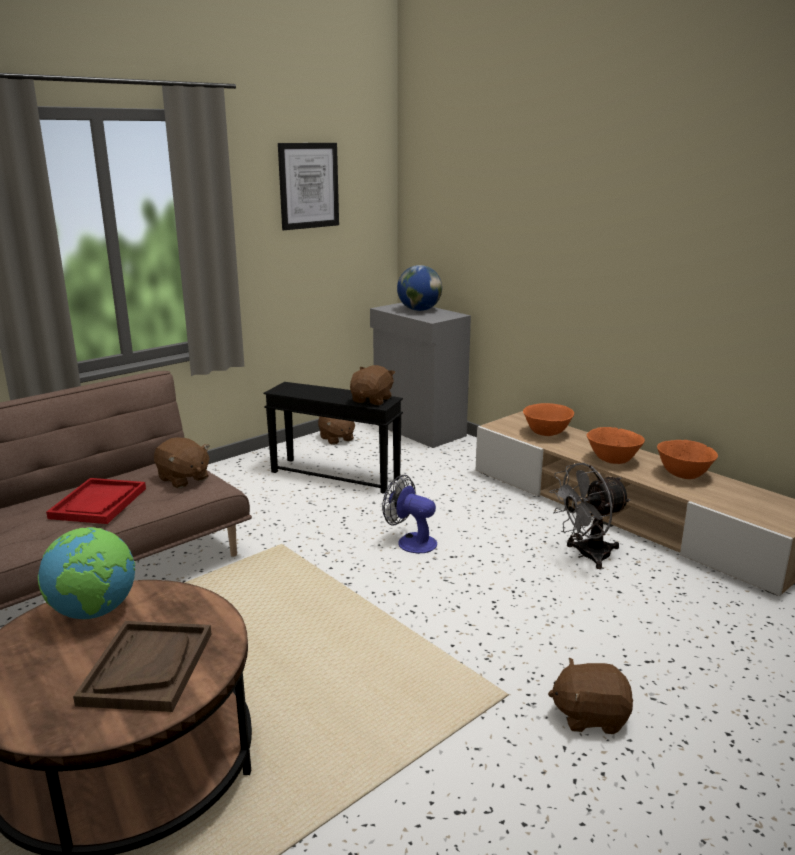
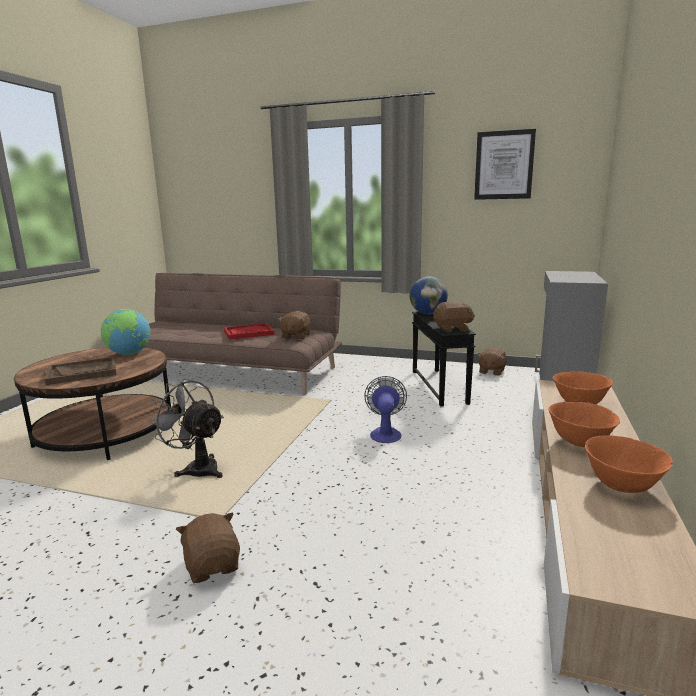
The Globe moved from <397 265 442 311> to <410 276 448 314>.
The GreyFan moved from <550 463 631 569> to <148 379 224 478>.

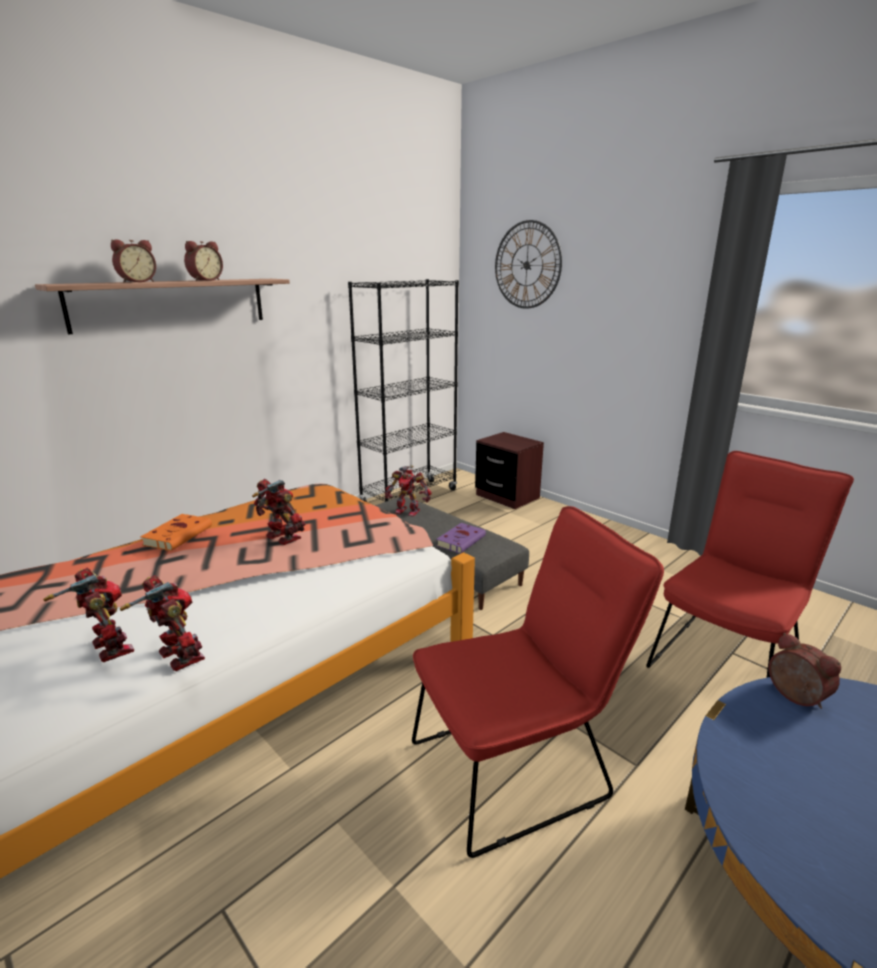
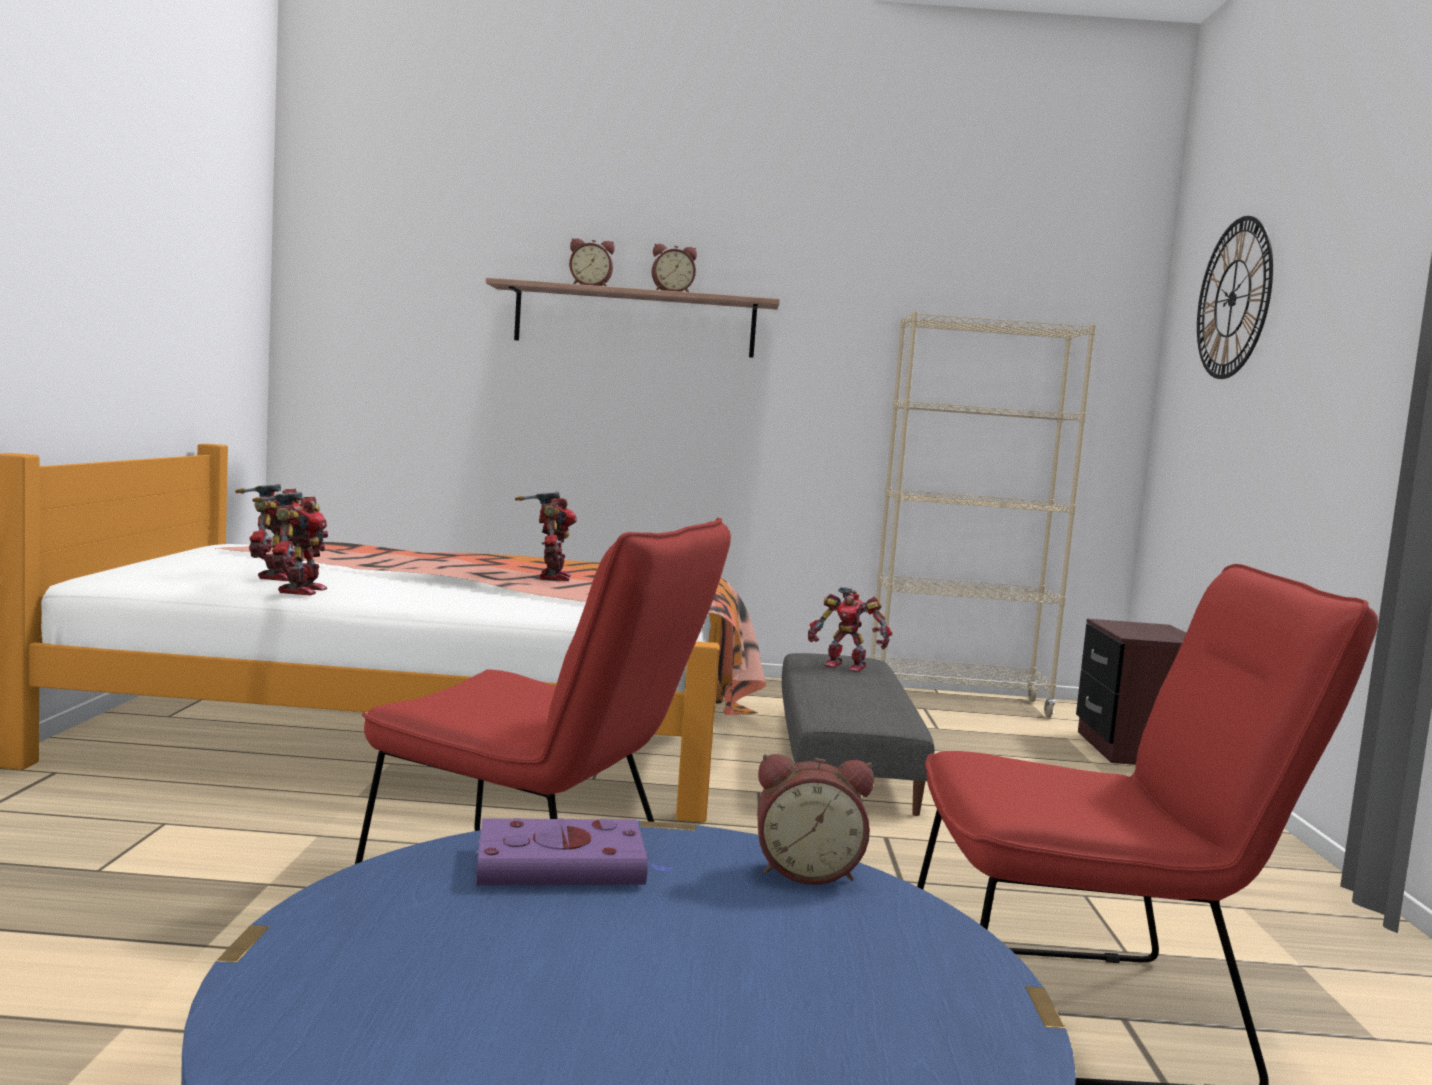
The OrangeBook at <140 514 212 551> disappeared.
The PurpleBook moved from <436 523 486 554> to <474 818 674 885>.
The BlackBookcase at <348 279 459 502> became the BeigeBookcase at <870 311 1096 718>.
The ToyRobot at <385 465 432 517> turned 45 degrees counterclockwise.
The AlarmClock at <769 633 841 709> turned 75 degrees clockwise.

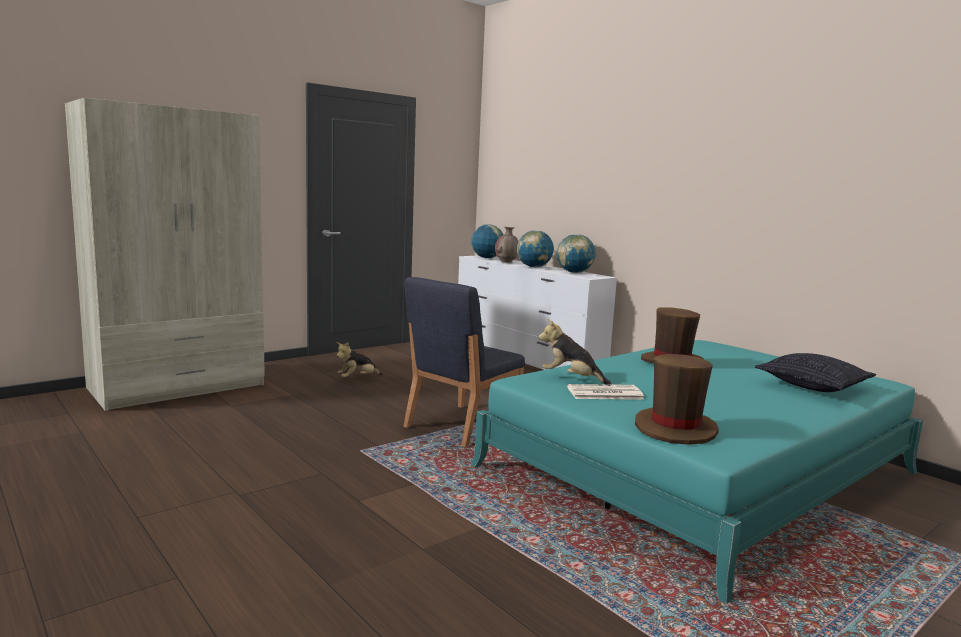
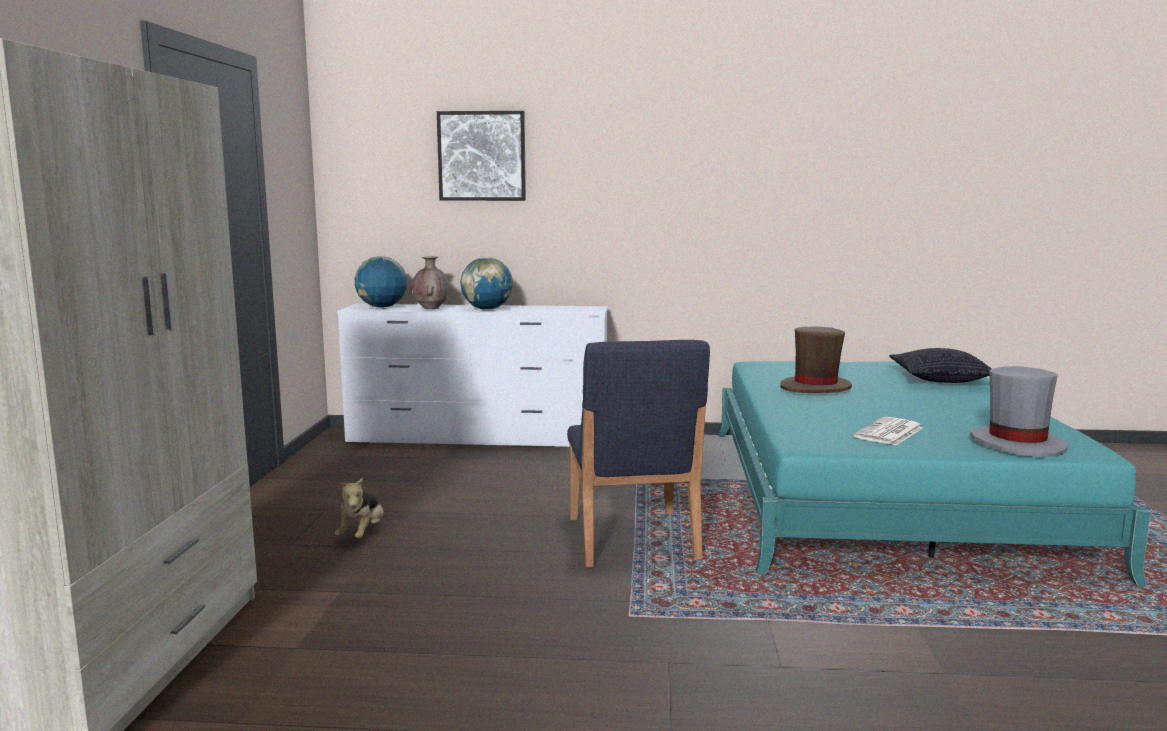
The PlushToy at <538 319 612 385> disappeared.
The Globe at <557 234 596 273> disappeared.
The Picture at <437 111 526 201> appeared.
The BrownHat at <635 354 719 445> became the GreyHat at <970 366 1068 457>.

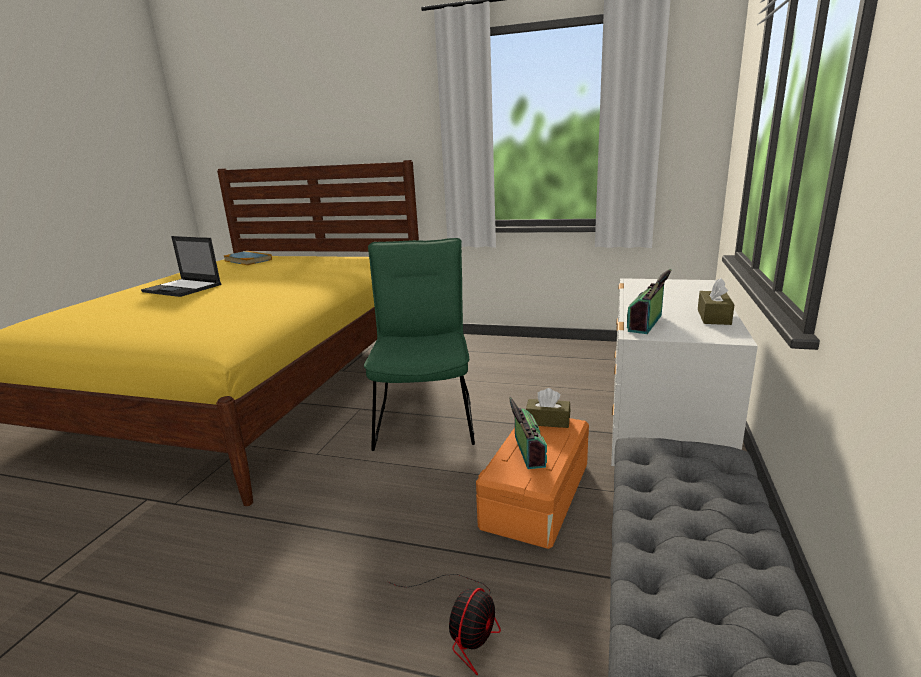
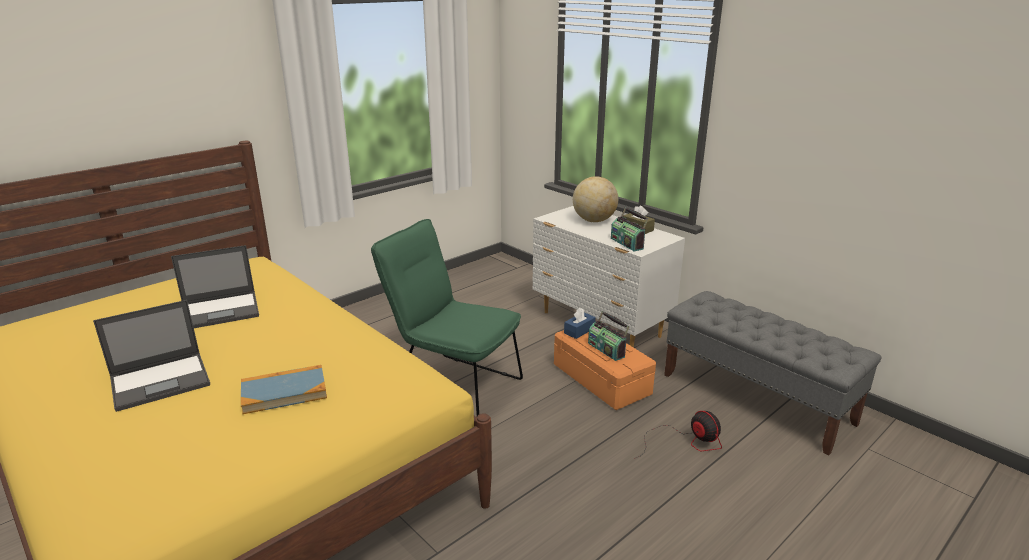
The Laptop at <171 245 259 328> appeared.
The Globe at <573 176 618 222> appeared.
The Book moved from <224 251 272 265> to <241 365 327 414>.
The BrownTissueBox at <526 388 570 428> became the BlueTissueBox at <564 308 596 339>.
The Radio at <509 397 547 469> turned 150 degrees counterclockwise.

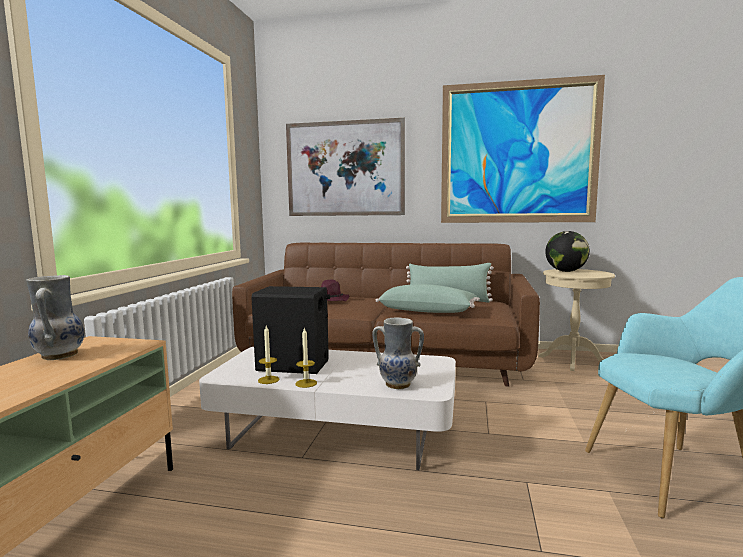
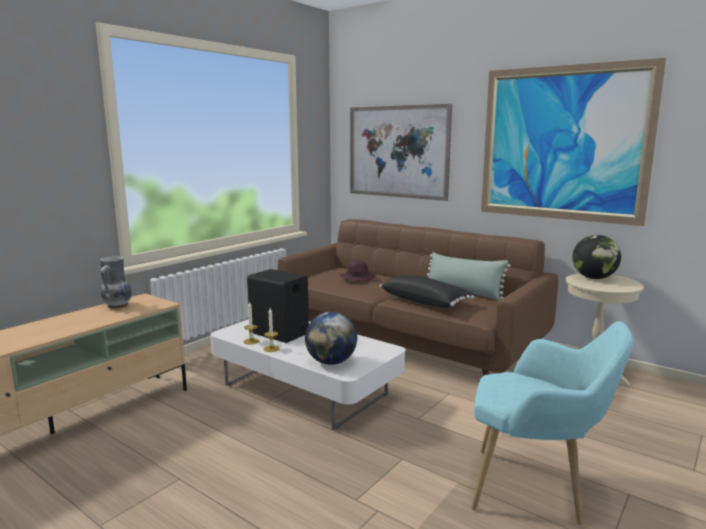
The Vase at <372 318 424 389> was replaced by the Globe at <305 312 357 365>.
The GreenPillow at <376 284 480 313> became the BlackPillow at <379 275 475 308>.

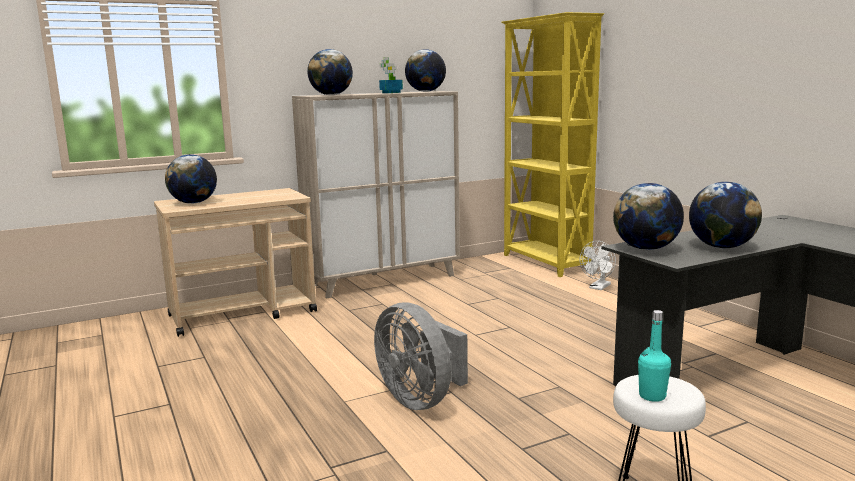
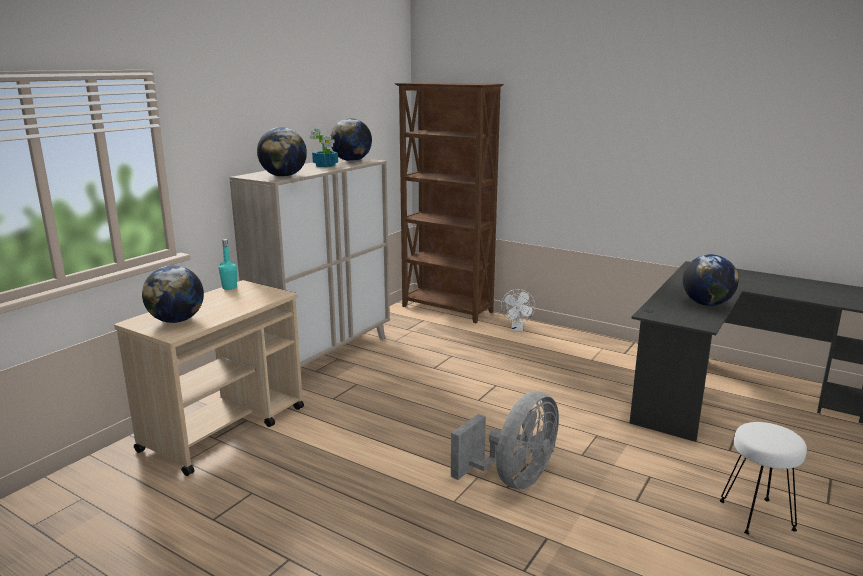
The Globe at <613 183 684 250> disappeared.
The TurquoiseBottle moved from <638 310 671 402> to <219 239 237 290>.
The YellowBookcase at <501 12 604 277> became the BrownBookcase at <395 82 504 323>.
The GreyFan at <374 302 468 410> turned 75 degrees counterclockwise.

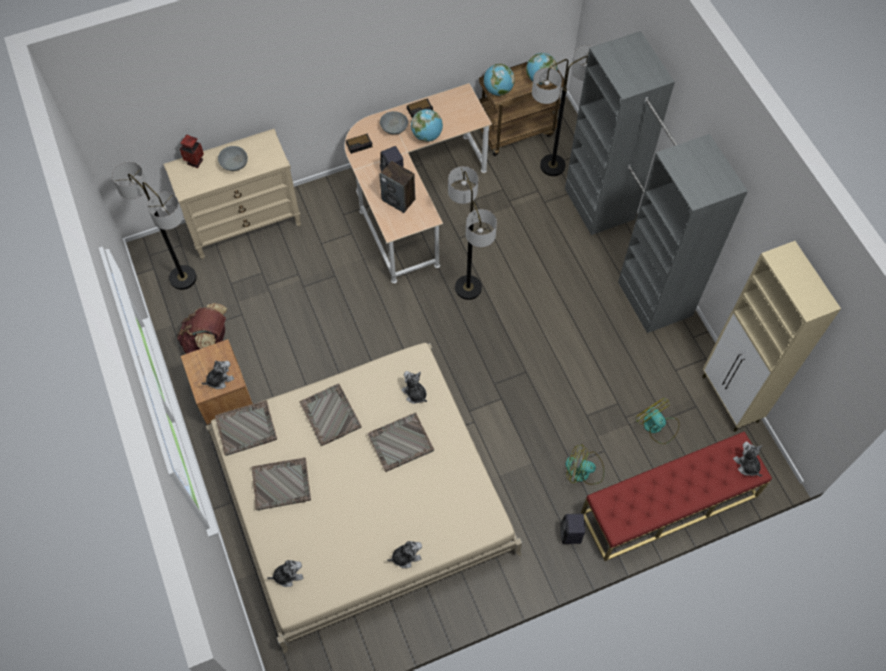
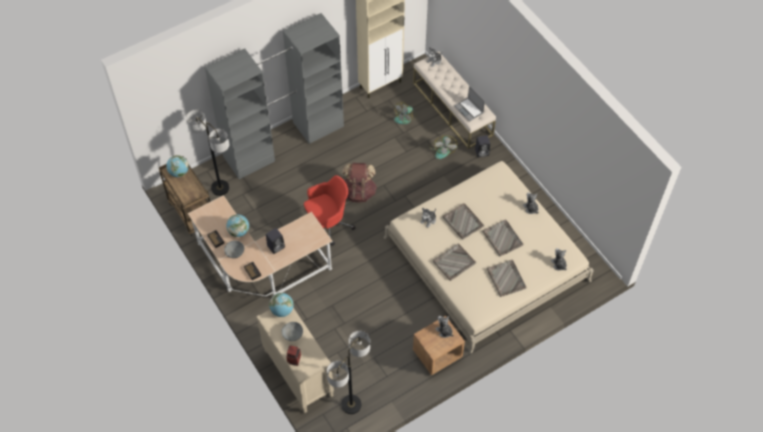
The Speaker at <379 161 415 213> disappeared.
The Laptop at <454 86 485 122> appeared.
The BrownBackpack moved from <177 303 227 354> to <342 163 377 203>.
The GreyTray moved from <215 400 277 456> to <483 220 524 256>.
The Globe moved from <484 64 515 96> to <269 293 294 317>.
The FloorLamp at <448 166 497 300> was replaced by the RedOfficeChair at <304 175 355 246>.
The RedBench at <581 431 772 561> became the BeigeBench at <413 51 496 149>.

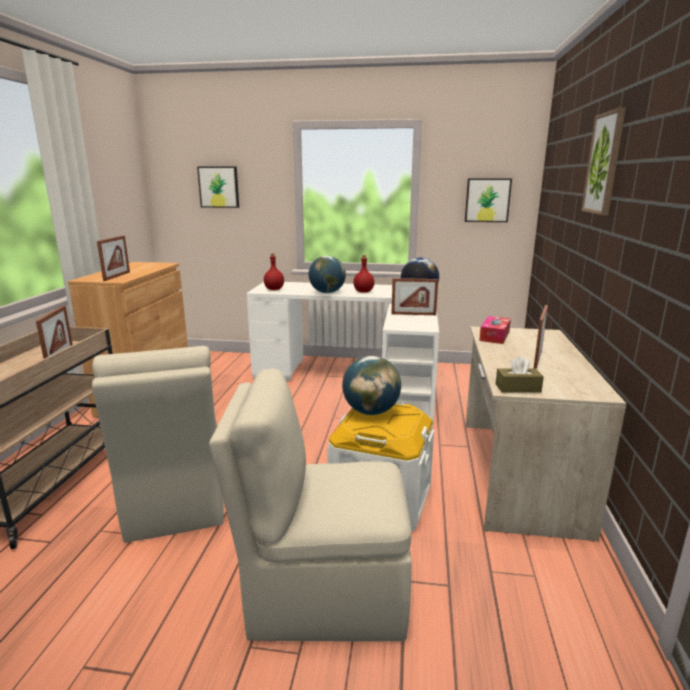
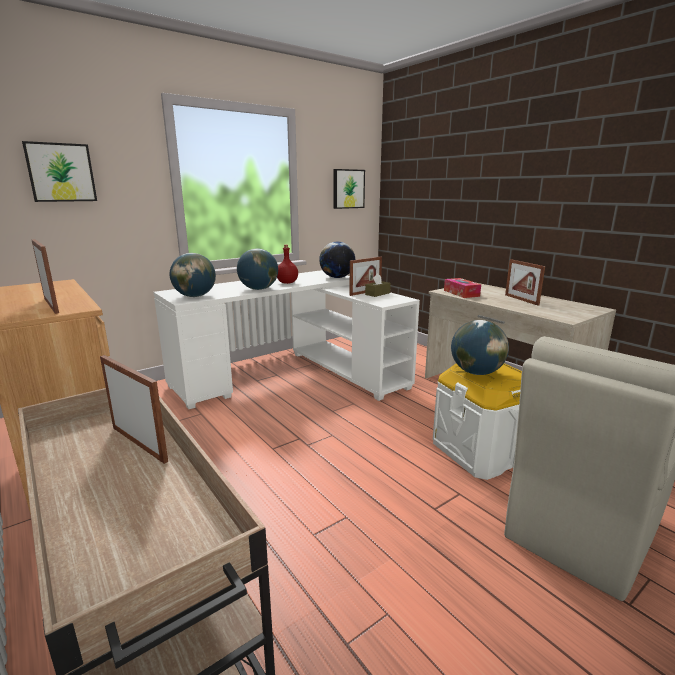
The BeigeChair at <92 346 224 543> disappeared.
The Picture at <581 107 626 215> disappeared.
The BrownTissueBox moved from <496 356 544 393> to <365 273 391 297>.
The RedBottle at <264 253 284 290> was replaced by the Globe at <170 253 216 297>.

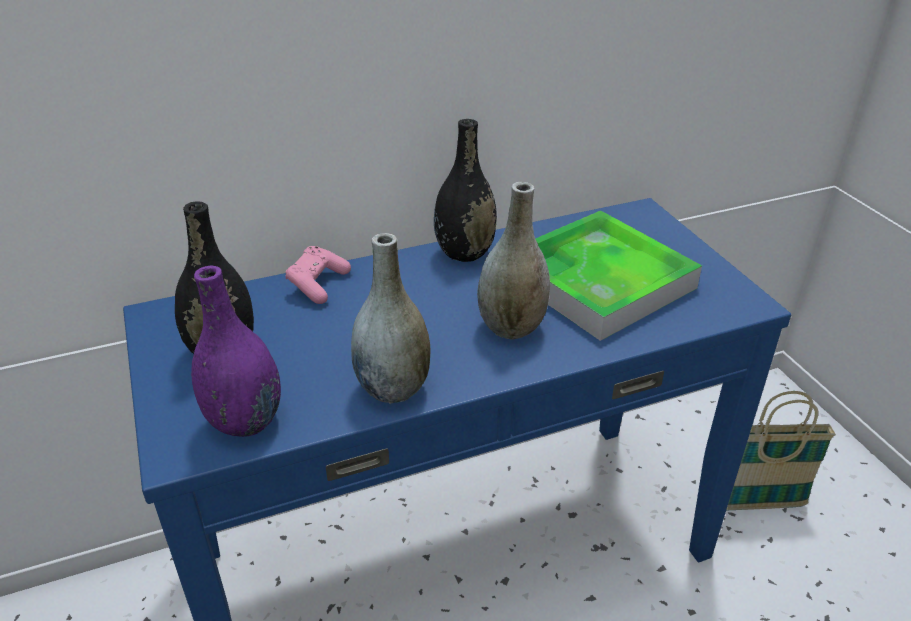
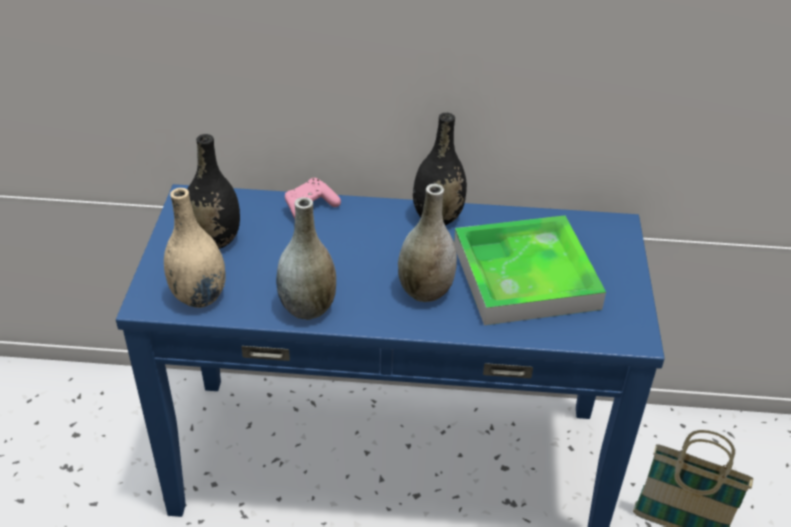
The PurpleVase at <191 265 281 437> became the BeigeVase at <164 188 226 308>.

